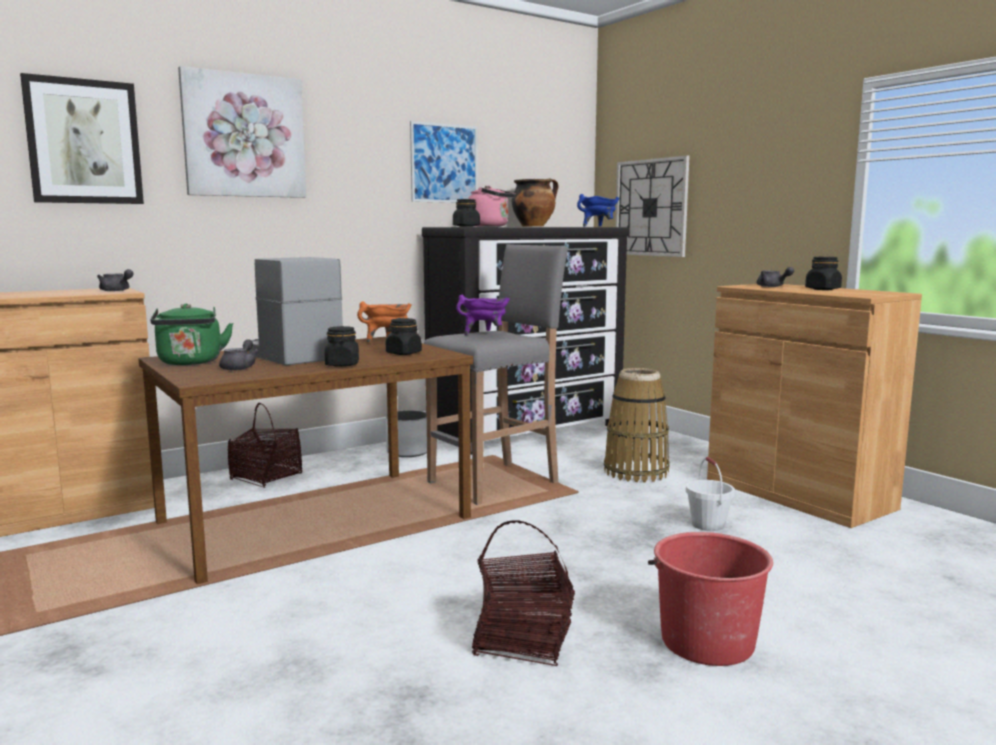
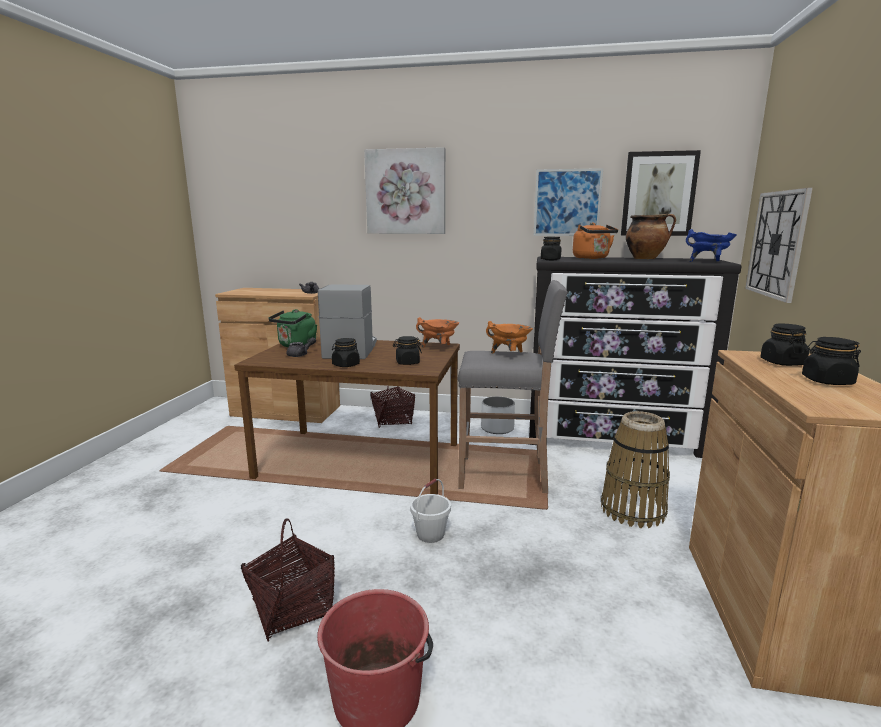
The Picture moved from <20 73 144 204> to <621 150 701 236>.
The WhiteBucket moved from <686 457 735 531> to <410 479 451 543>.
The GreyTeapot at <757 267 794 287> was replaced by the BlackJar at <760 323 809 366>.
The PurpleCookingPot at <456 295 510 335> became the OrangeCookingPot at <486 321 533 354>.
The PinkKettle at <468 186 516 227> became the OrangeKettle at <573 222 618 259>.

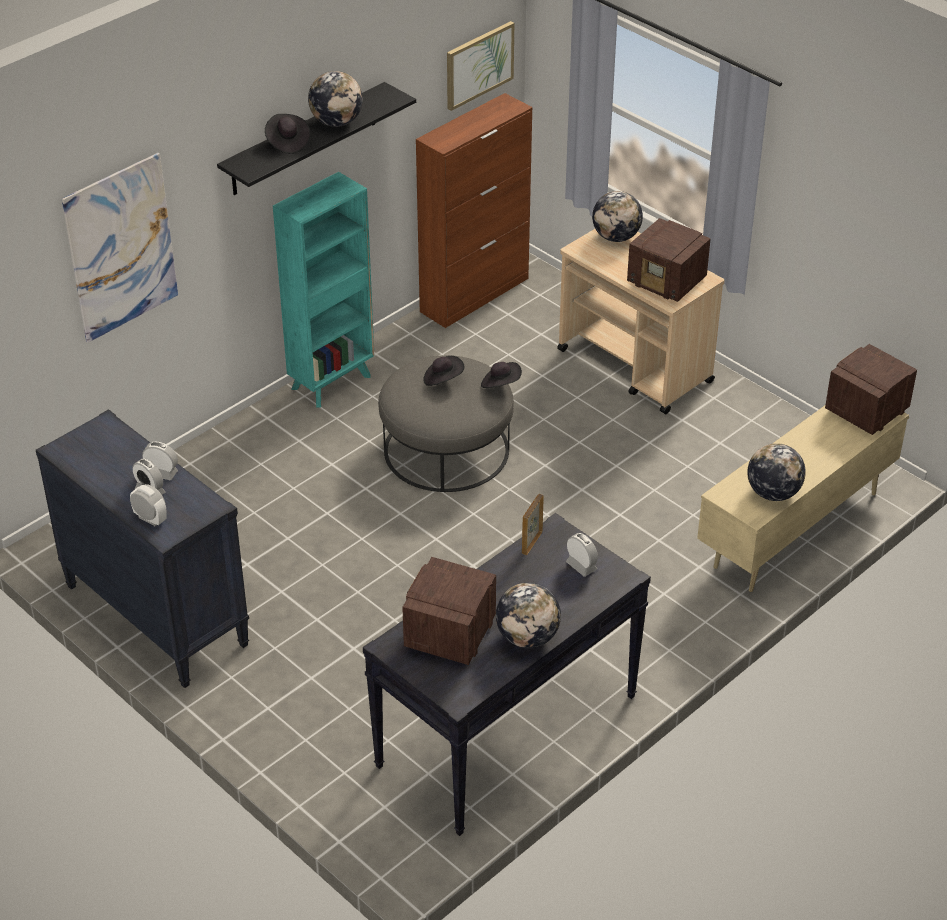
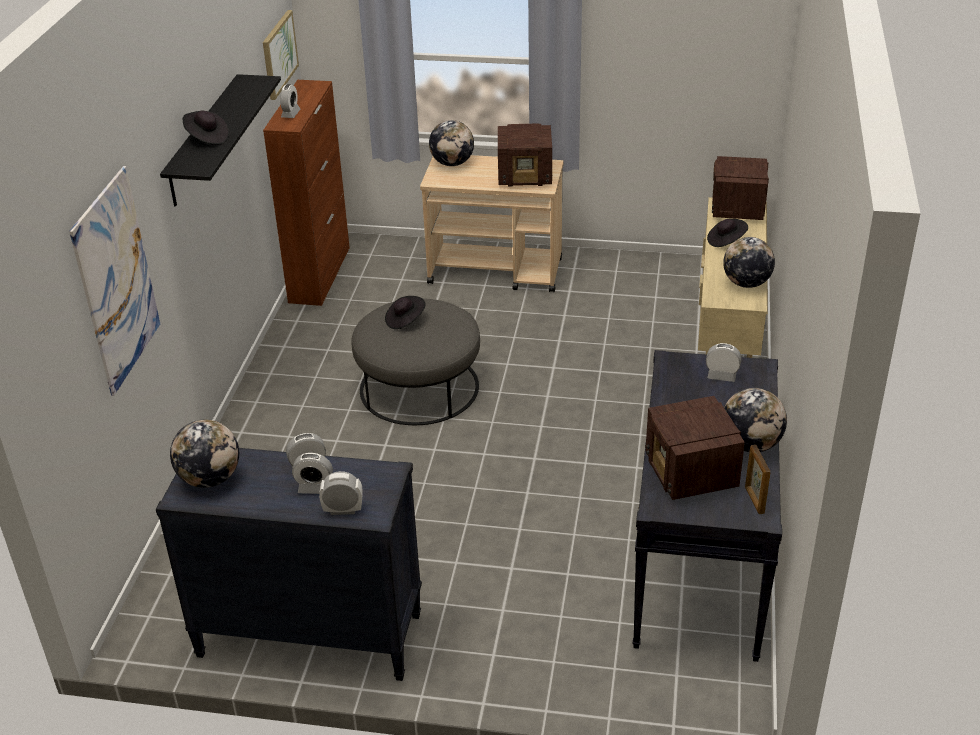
The TurquoiseBookcase at <273 172 374 407> disappeared.
The AlarmClock at <280 84 300 118> appeared.
The Globe moved from <308 71 363 127> to <170 420 239 488>.
The BlackHat moved from <481 362 522 388> to <707 219 748 247>.
The PictureFrame moved from <522 494 544 555> to <745 445 770 514>.

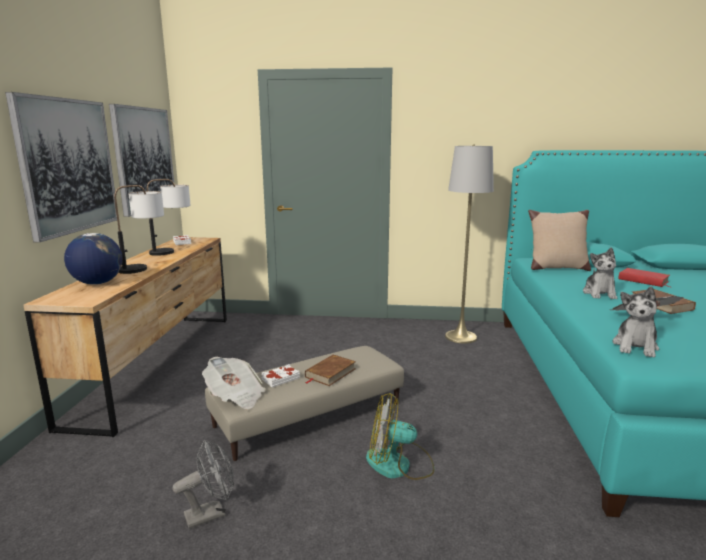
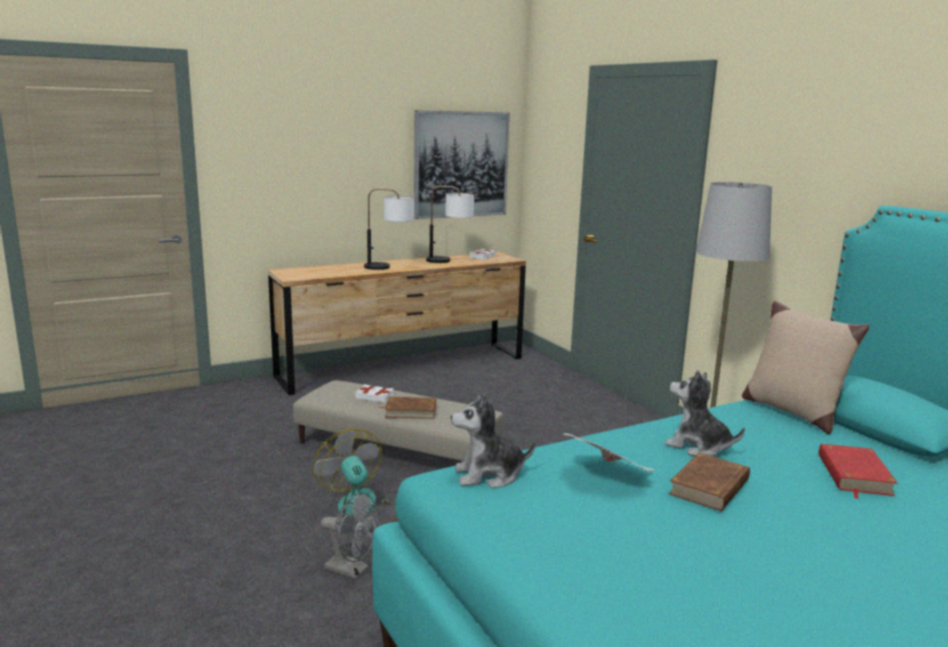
The Picture at <5 92 117 243> disappeared.
The Globe at <64 233 123 285> disappeared.
The Newspaper at <202 357 266 409> disappeared.
The GreyFan moved from <172 440 234 529> to <321 492 381 579>.
The PlushToy at <583 247 617 299> turned 60 degrees clockwise.

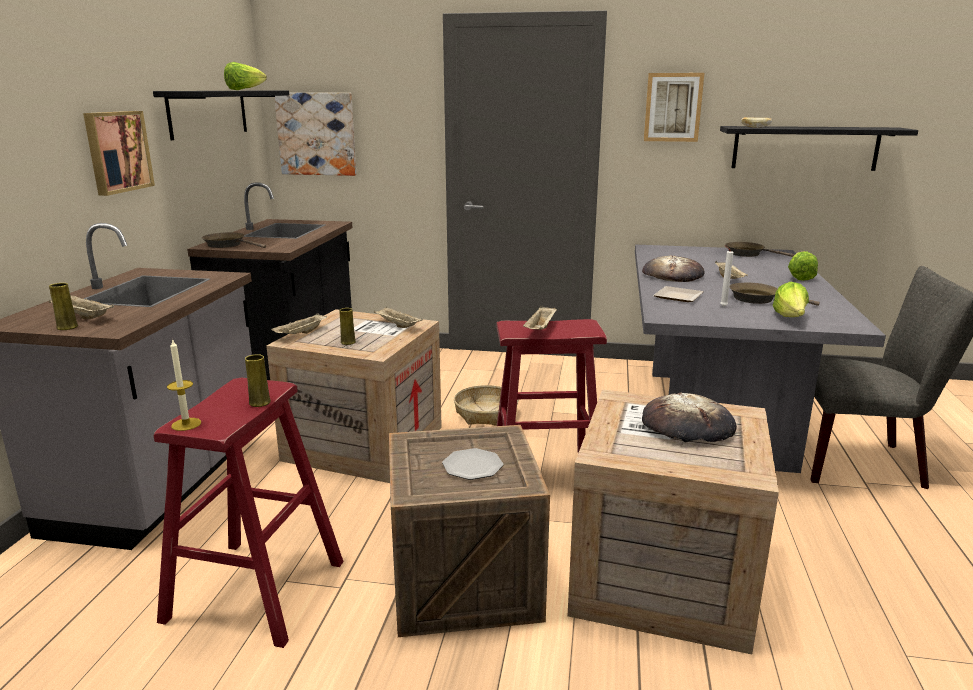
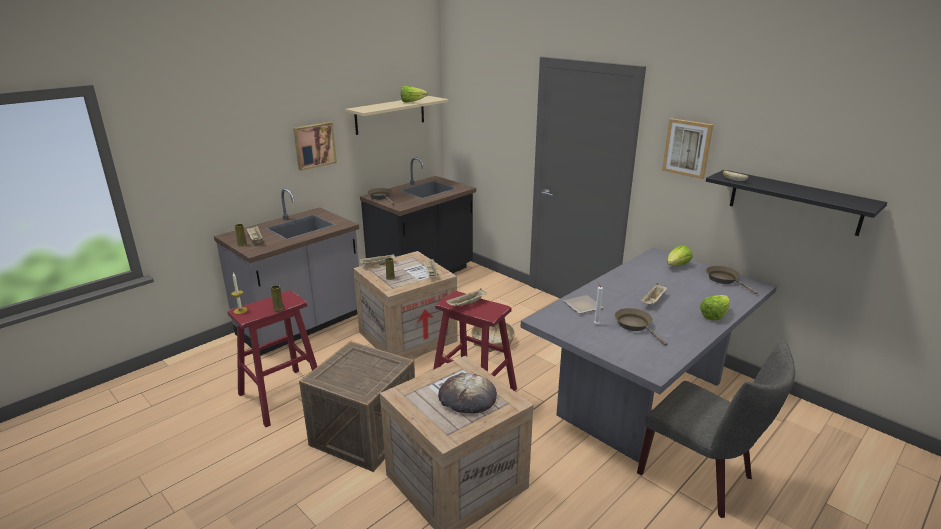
The Picture at <274 93 356 176> disappeared.
The Plate at <442 448 503 480> disappeared.
The Bread at <642 255 705 282> disappeared.
The Lettuce moved from <773 282 809 317> to <667 245 693 265>.
The BlackShelf at <153 91 289 140> became the BeigeShelf at <345 96 449 135>.

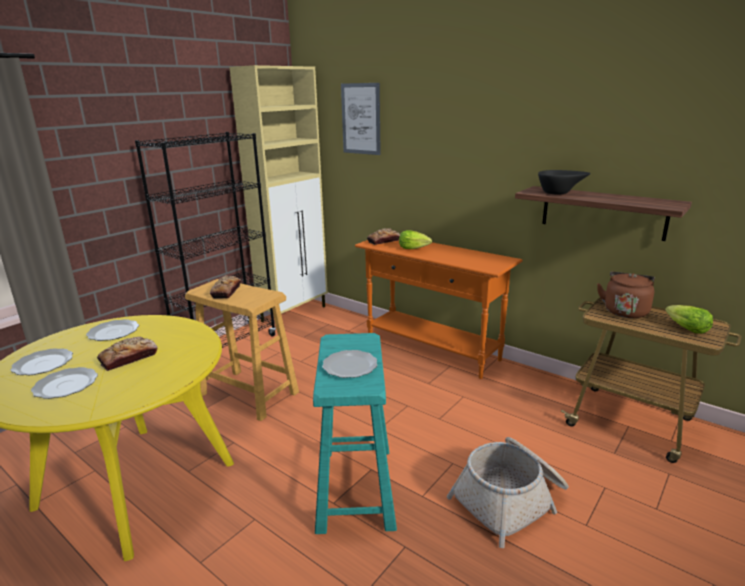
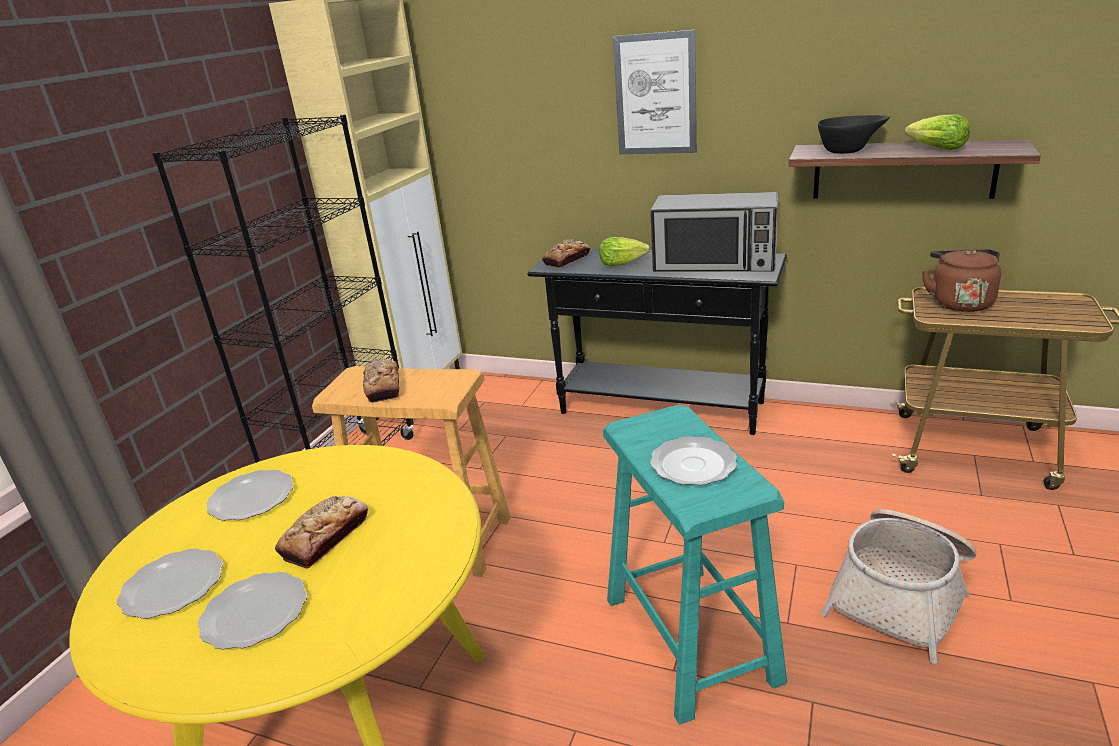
The Microwave at <650 192 778 272> appeared.
The Picture moved from <341 83 381 155> to <613 30 697 154>.
The Lettuce moved from <665 305 713 334> to <905 114 970 150>.
The OrangeConsoleTable at <355 240 523 379> became the BlackConsoleTable at <528 249 787 435>.

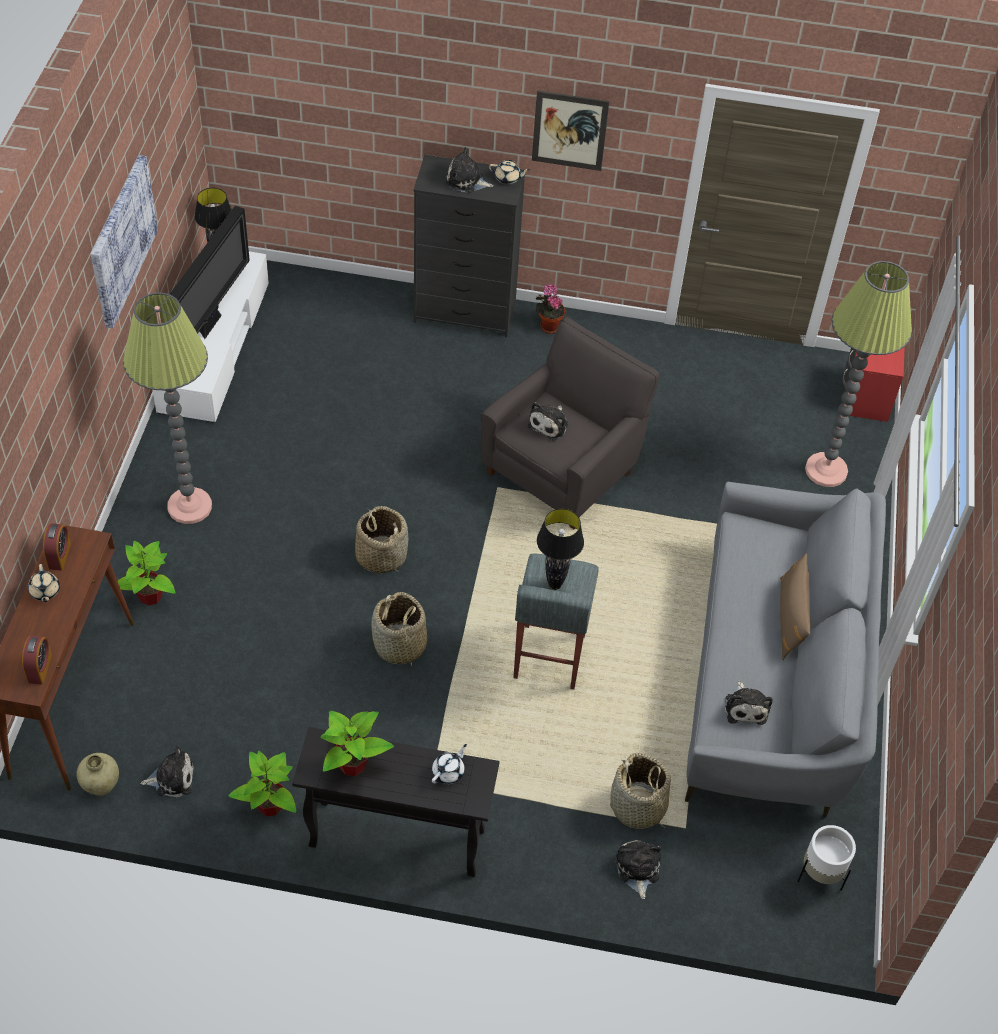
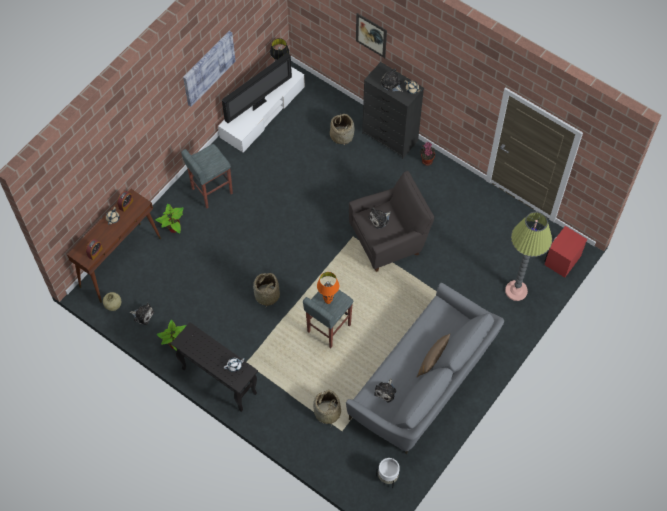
The PottedPlant at <320 711 394 776> disappeared.
The PlushToy at <616 841 661 899> disappeared.
The Basket moved from <355 506 408 574> to <330 113 355 145>.
The Picture moved from <532 90 609 171> to <356 13 387 58>.
The FloorLamp at <123 293 212 524> was replaced by the GreyStool at <181 144 233 209>.
The BlackTableLamp at <537 509 584 590> became the OrangeTableLamp at <317 272 339 304>.

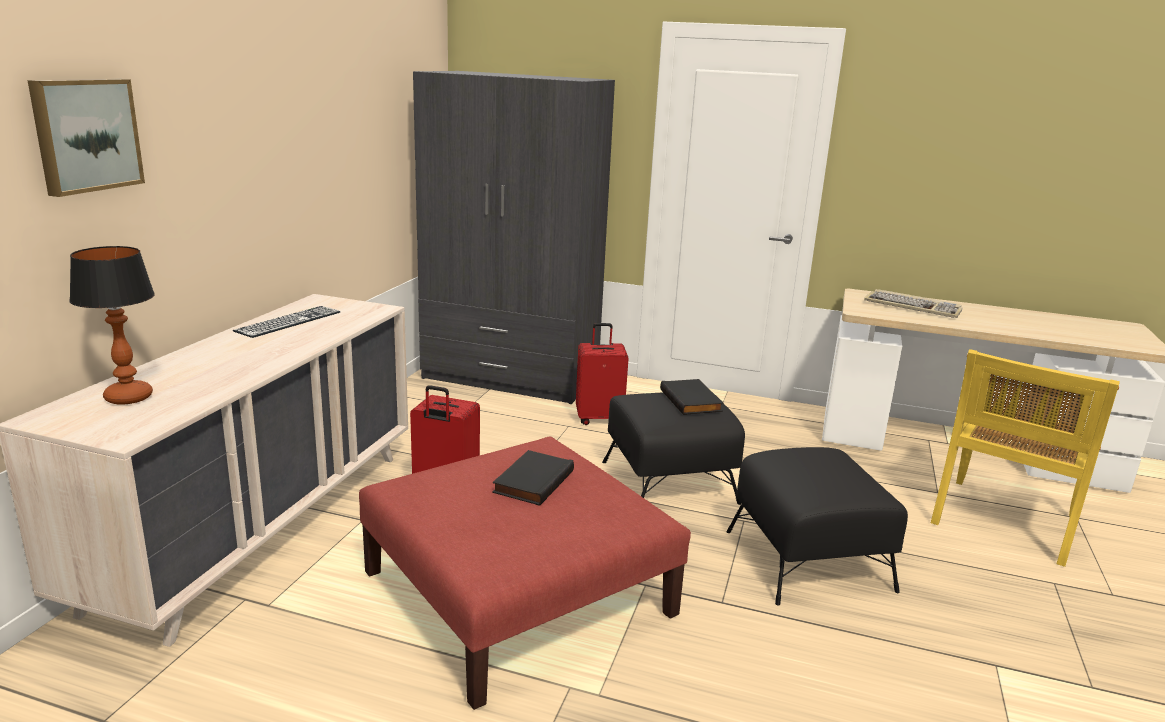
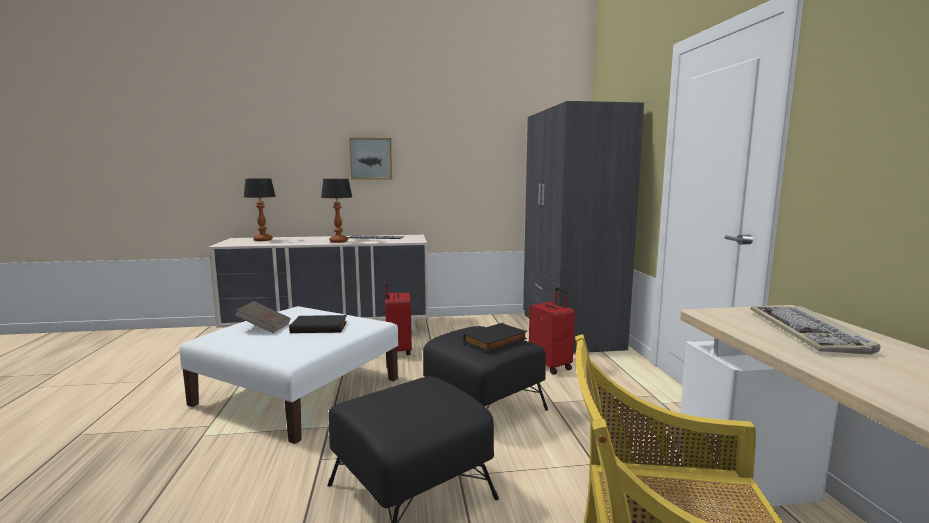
The BrownBook at <235 301 291 333> appeared.
The TableLamp at <321 179 352 243> appeared.
The Picture moved from <28 79 145 197> to <349 138 392 180>.
The RedOttoman at <359 436 691 710> became the WhiteOttoman at <179 306 398 444>.

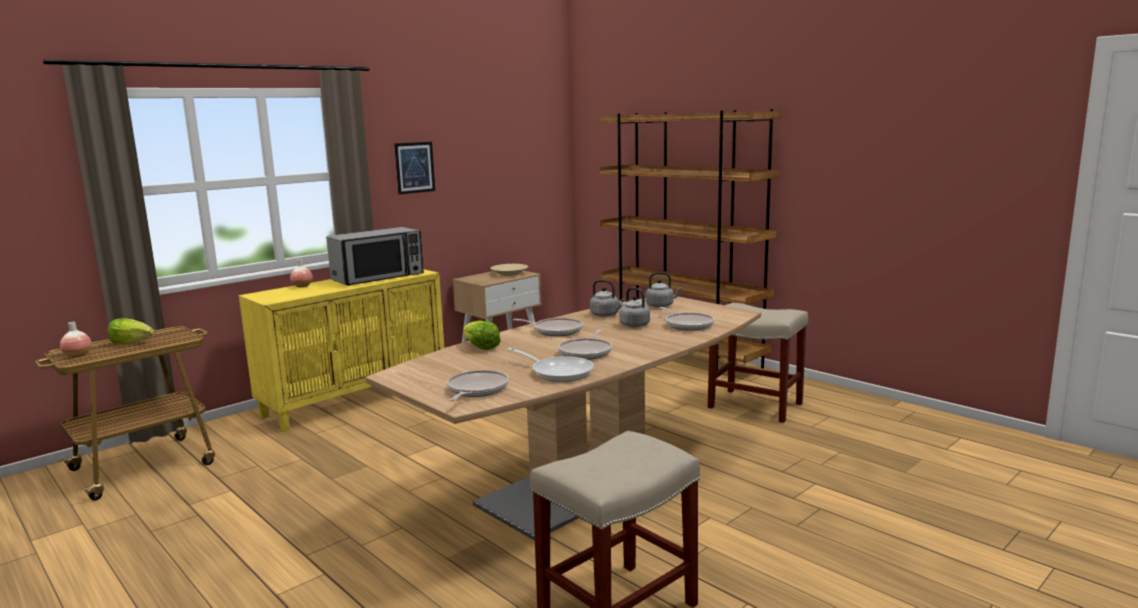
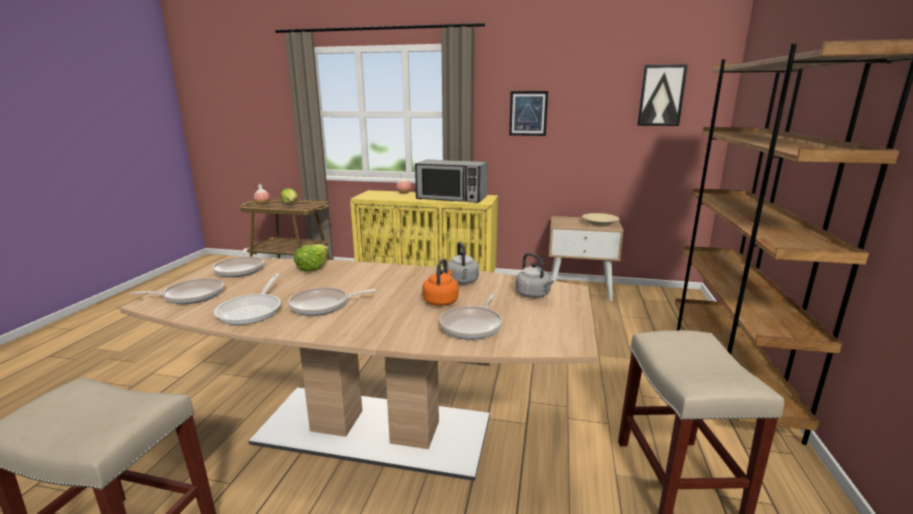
The Picture at <637 64 688 126> appeared.
The FryingPan moved from <513 318 583 336> to <212 248 264 277>.
The GreyKettle at <618 287 650 327> became the OrangeKettle at <422 258 458 306>.

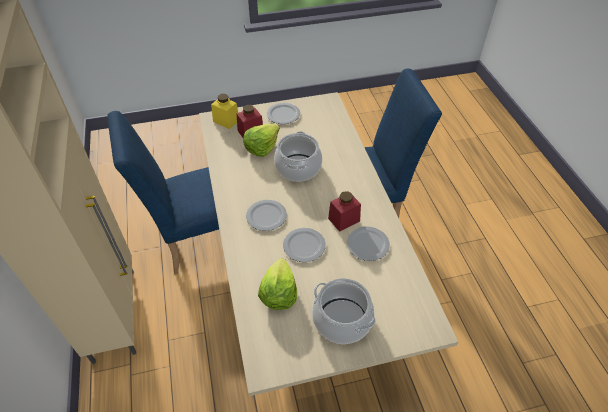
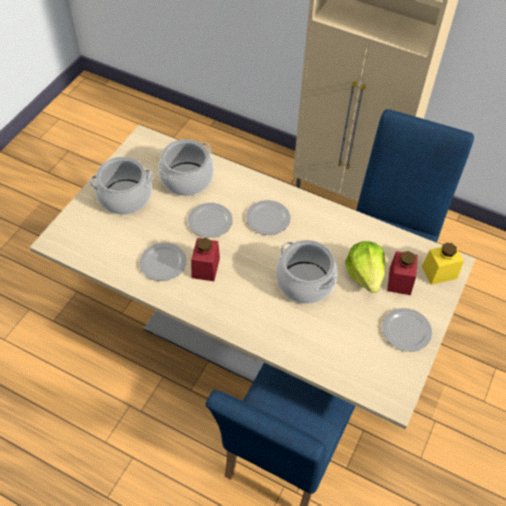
The Lettuce at <258 258 297 310> was replaced by the CookingPot at <158 139 214 196>.

